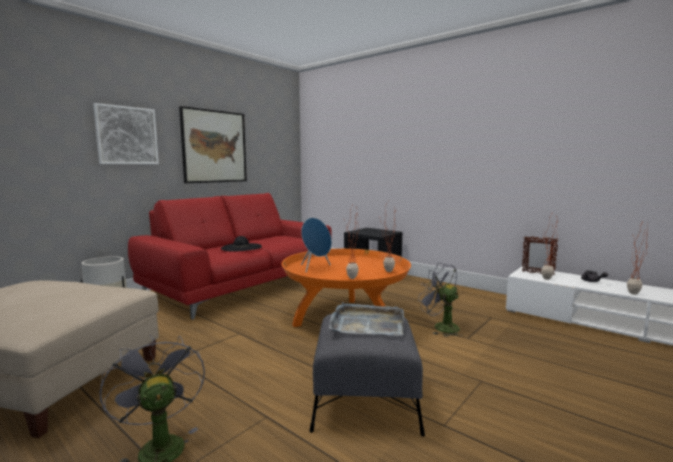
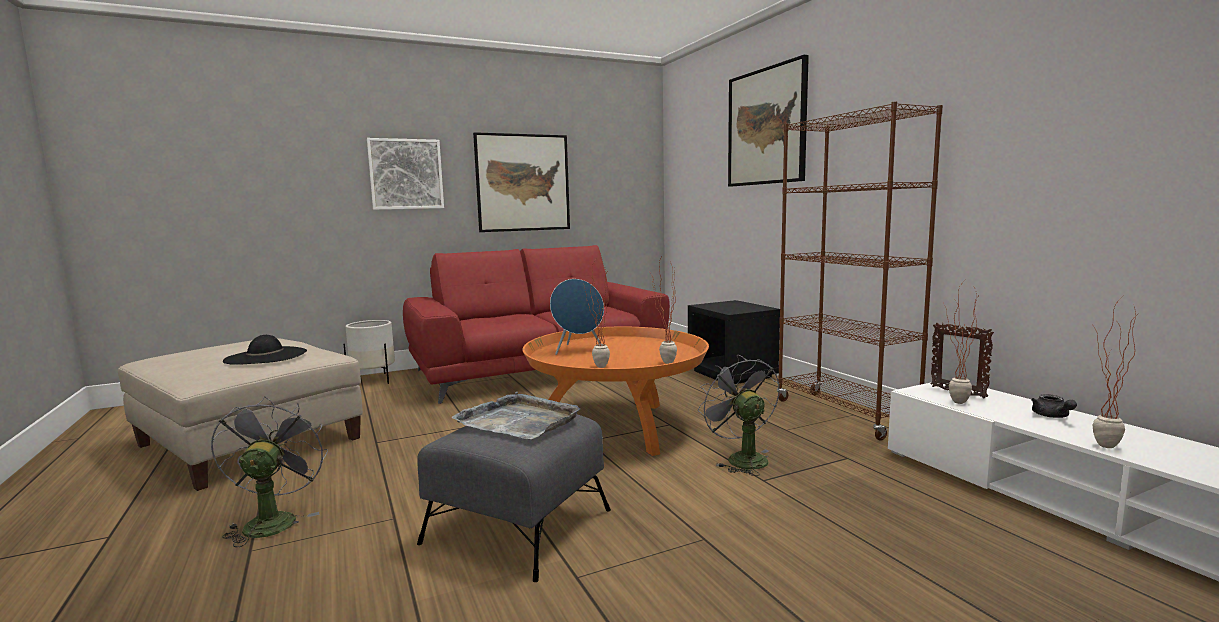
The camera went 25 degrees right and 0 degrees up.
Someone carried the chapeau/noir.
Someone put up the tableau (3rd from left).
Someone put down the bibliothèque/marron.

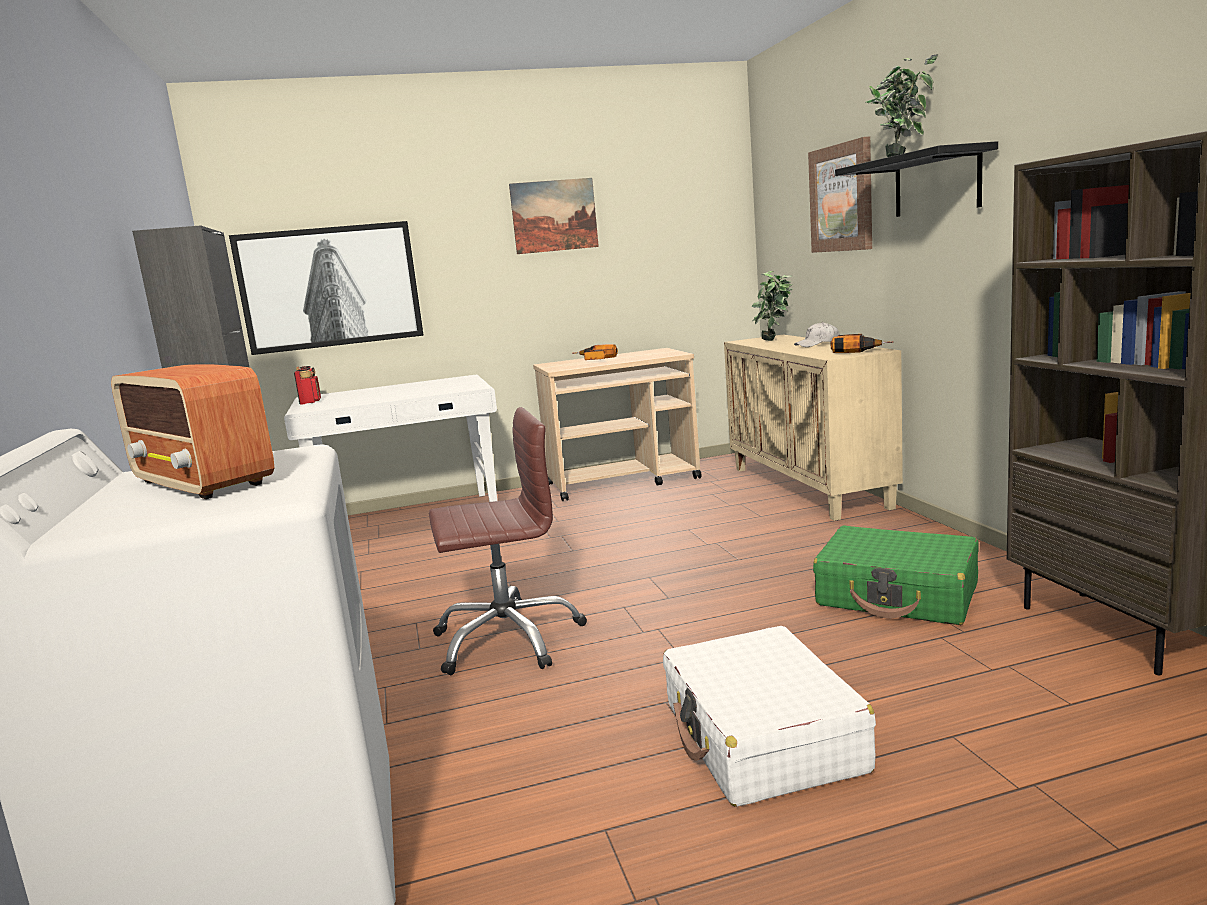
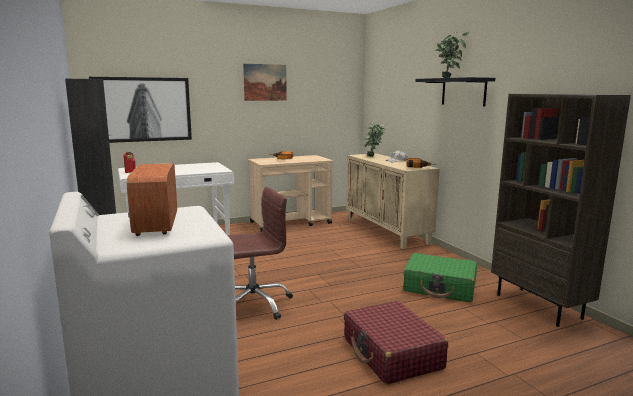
The camera went 10 degrees left and 0 degrees up.
Someone rotated the radio (1st from left in the first image) by 45 degrees clockwise.
Someone repainted the valise/blanc, which became the valise/rouge.
Someone took away the tableau (3rd from left).

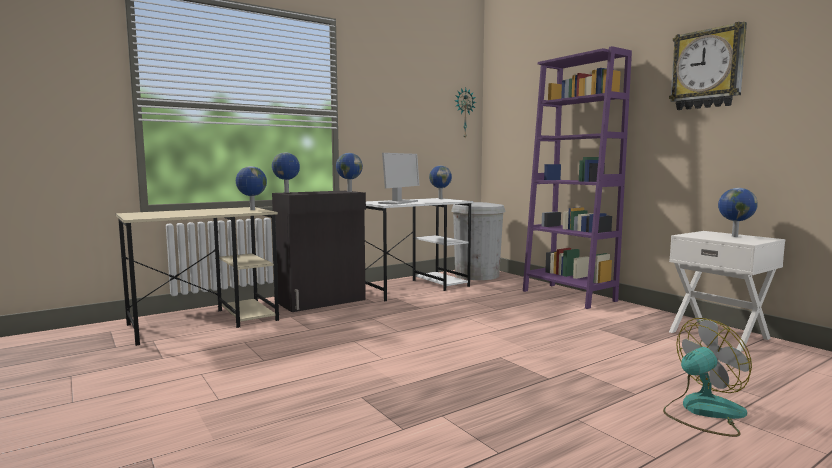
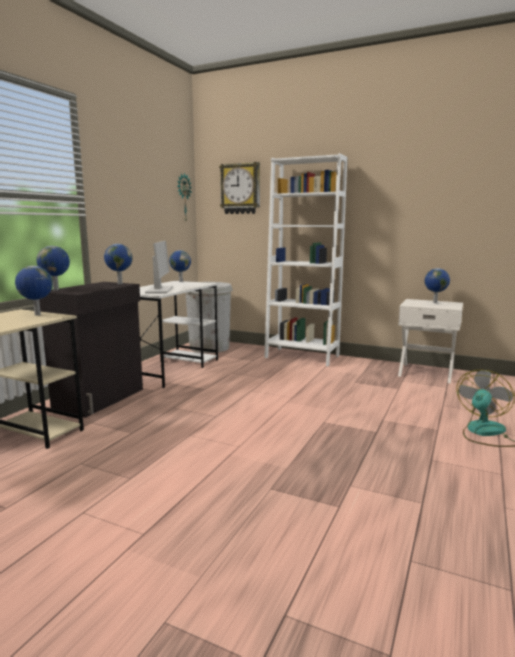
The camera went 30 degrees left and 5 degrees up.
Someone repainted the bibliothèque/violet, which became the bibliothèque/blanc.
Someone carried the horloge murale (2nd from left).

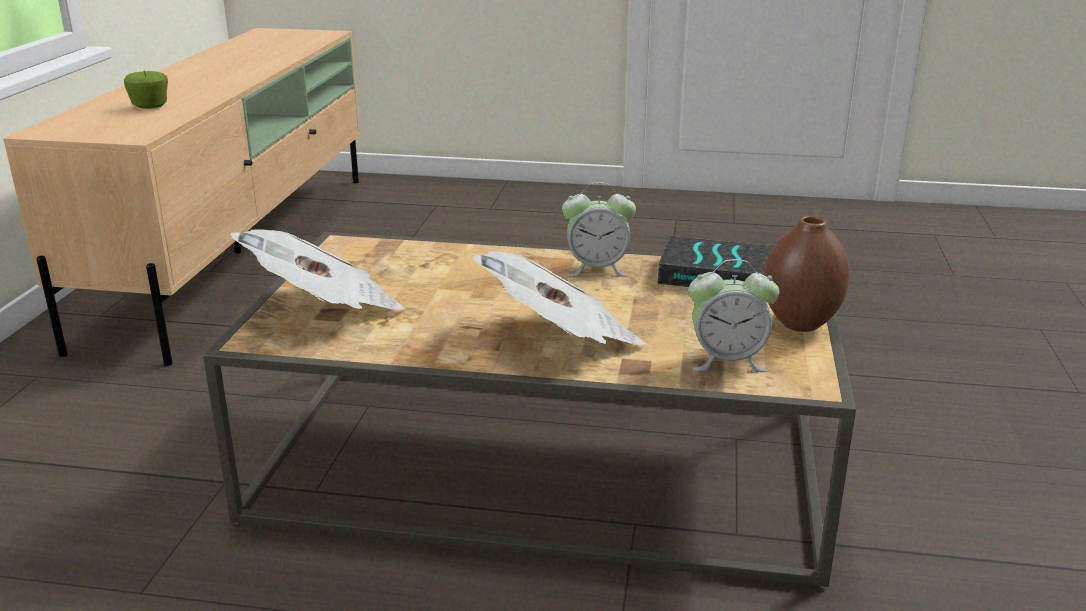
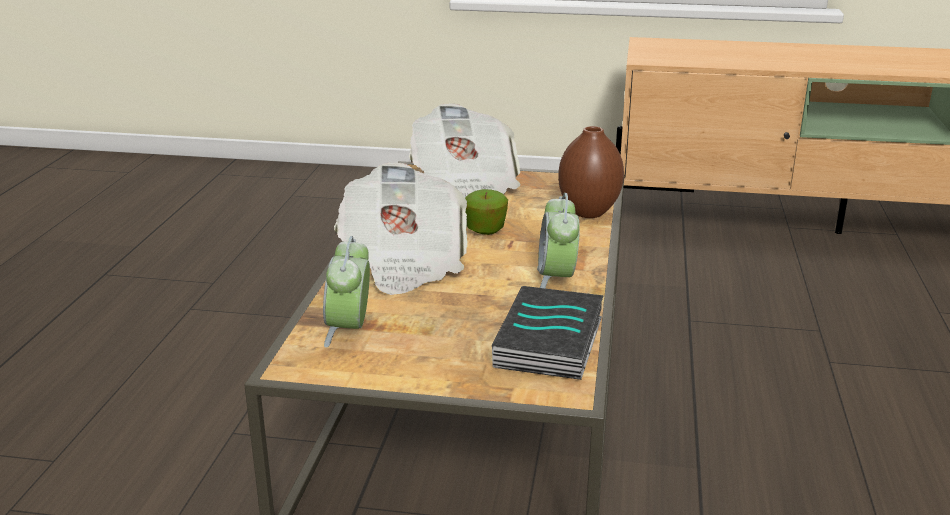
The camera went 90 degrees right and 0 degrees up.
Someone carried the pomme.
Someone carried the vase/marron.

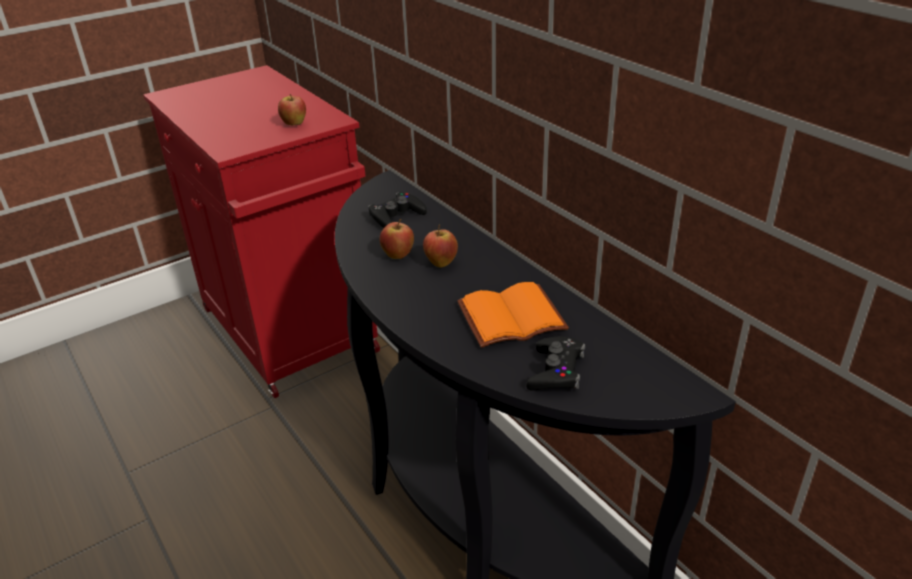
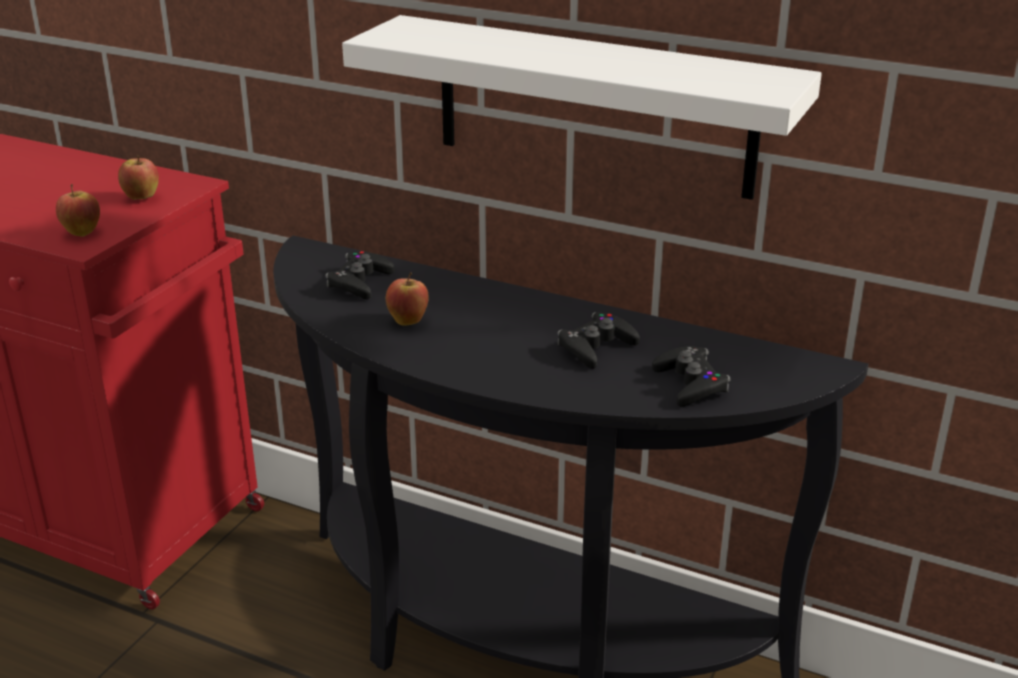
The camera went 30 degrees left and 5 degrees down.
Someone carried the pomme (3rd from left in the first image).
Someone swapped the livre/orange for the manette/noir (2nd from left).
Someone put up the étagère/blanc.

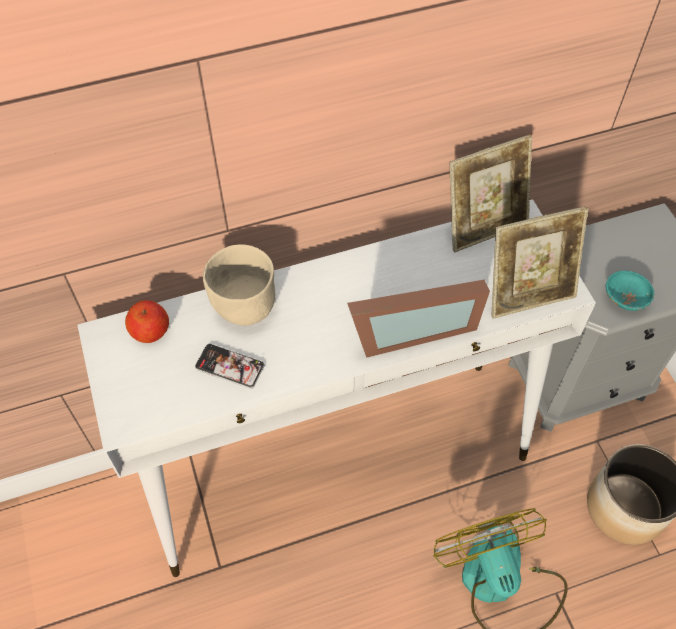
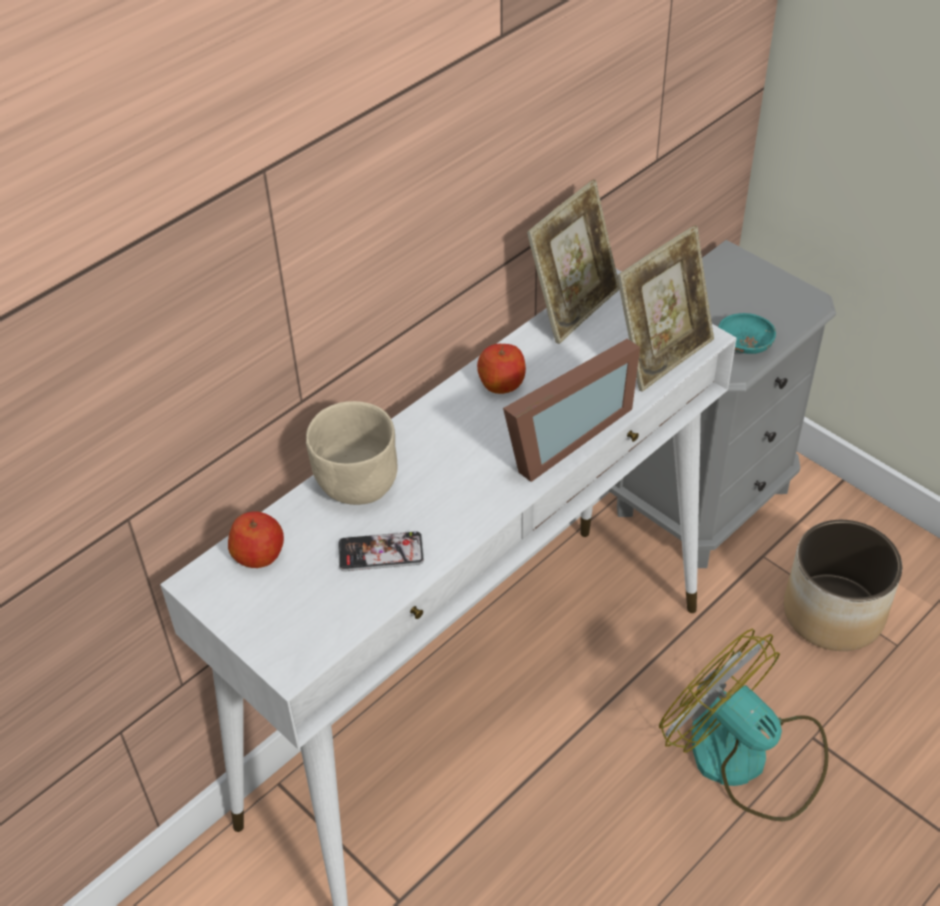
The camera went 25 degrees left and 10 degrees down.
Someone put down the pomme (2nd from left).

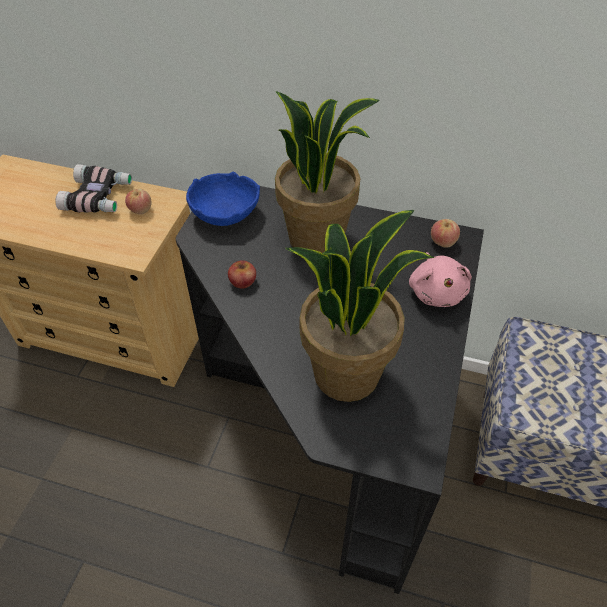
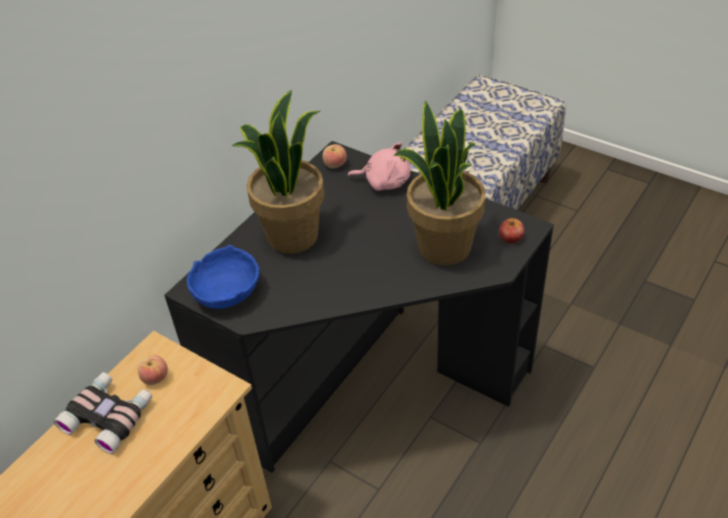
The camera went 70 degrees left and 5 degrees down.
Someone carried the pomme (2nd from left in the first image).

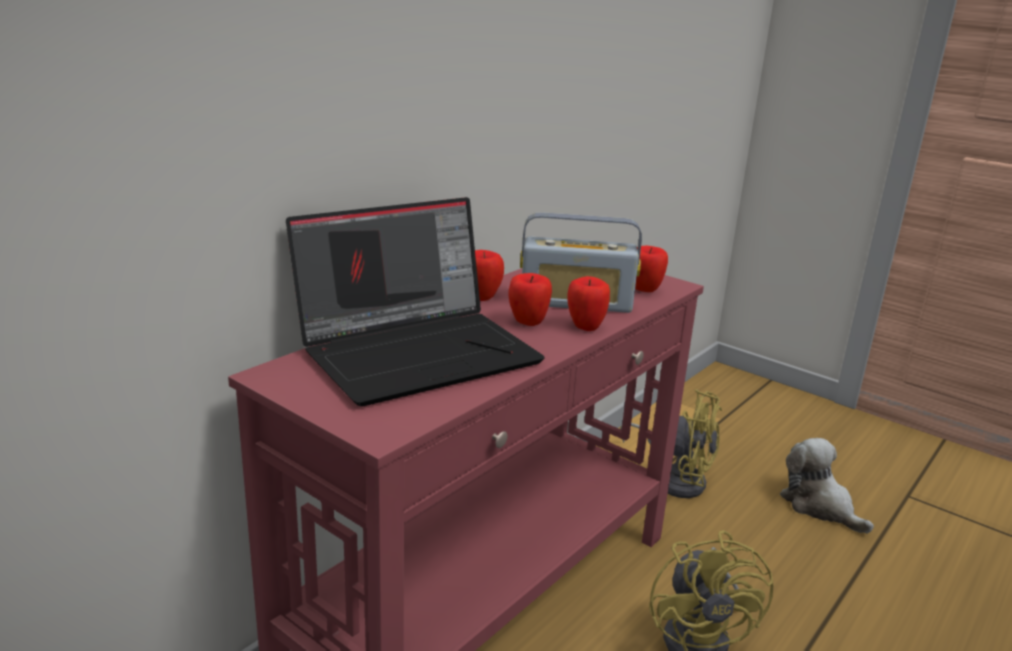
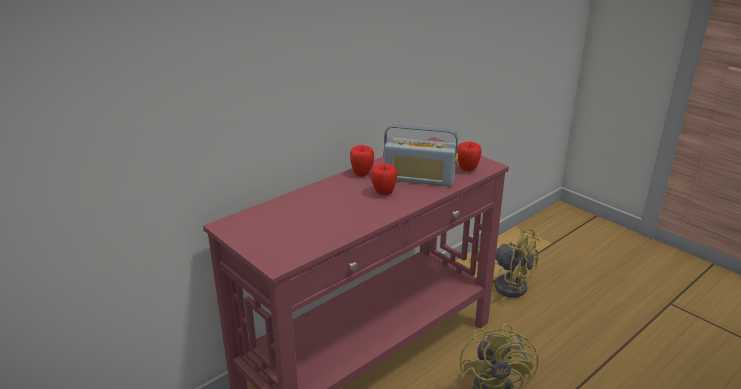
The camera went 10 degrees right and 5 degrees up.
Someone took away the ordinateur portable.
Someone took away the pomme (3rd from left).
Someone took away the peluche.

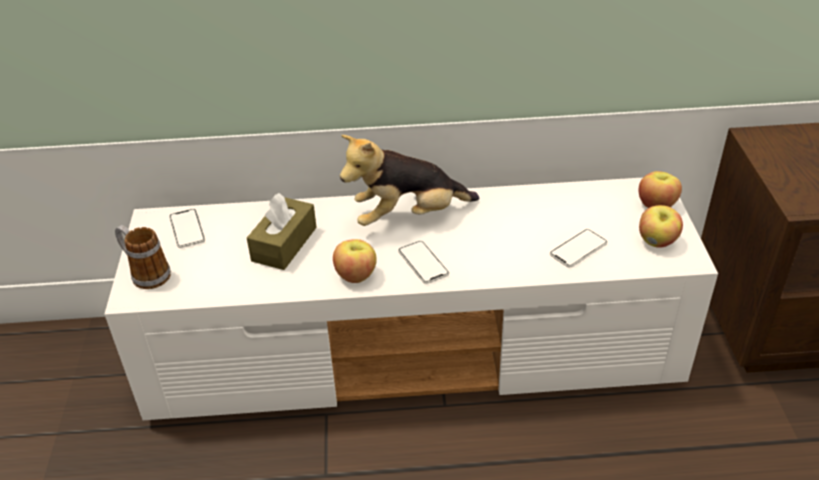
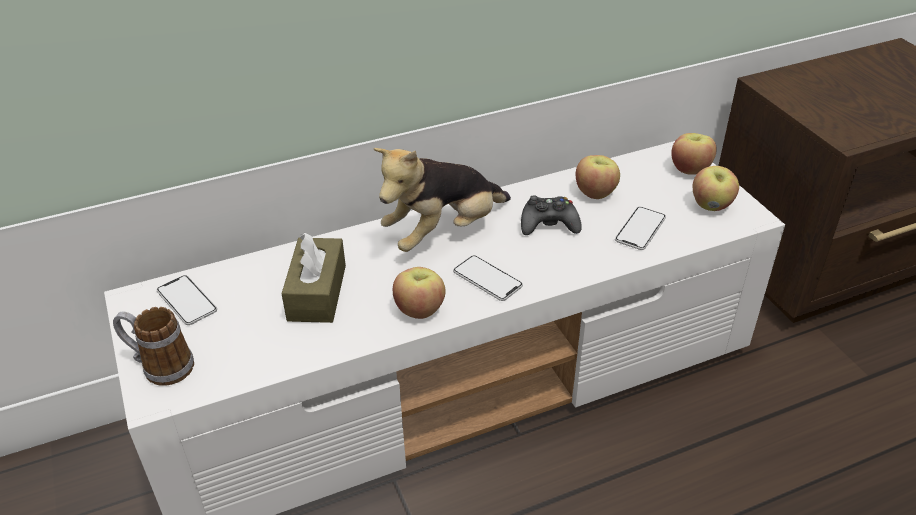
The camera went 20 degrees left and 0 degrees up.
Someone put down the manette/noir.
Someone put down the pomme (2nd from left).

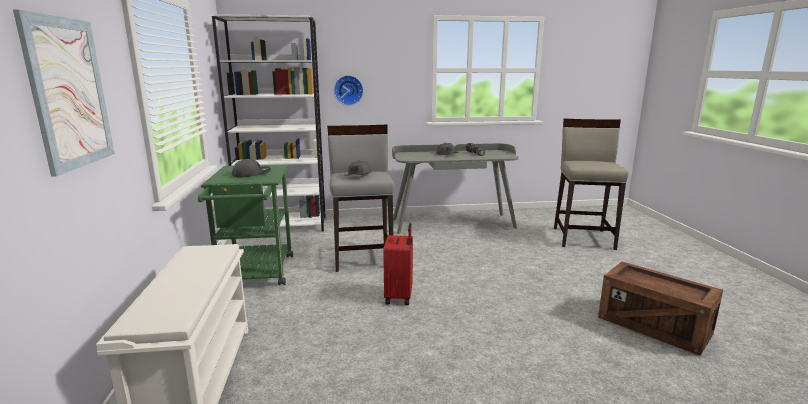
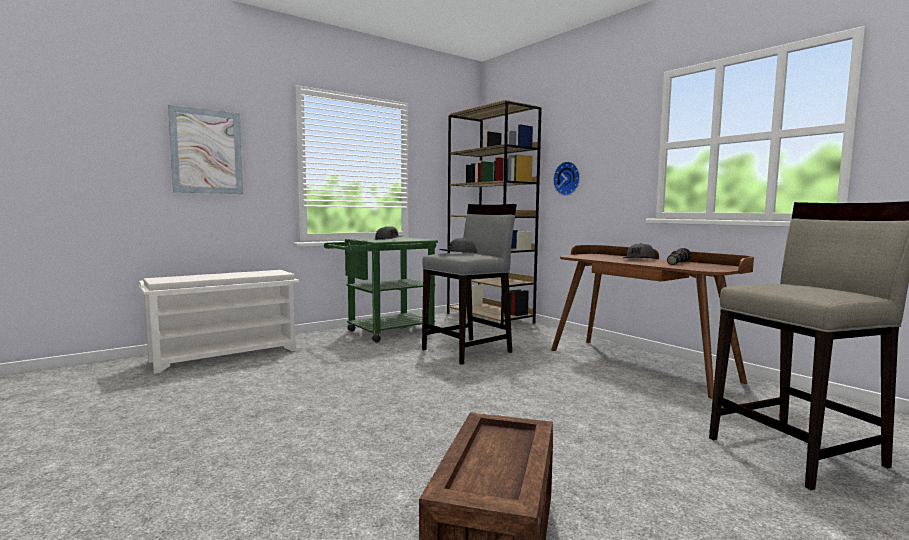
The camera went 60 degrees right and 10 degrees down.
Someone repainted the bibliothèque/blanc, which became the bibliothèque/marron.
Someone took away the valise/rouge.
Someone repainted the bureau/gris, which became the bureau/marron.

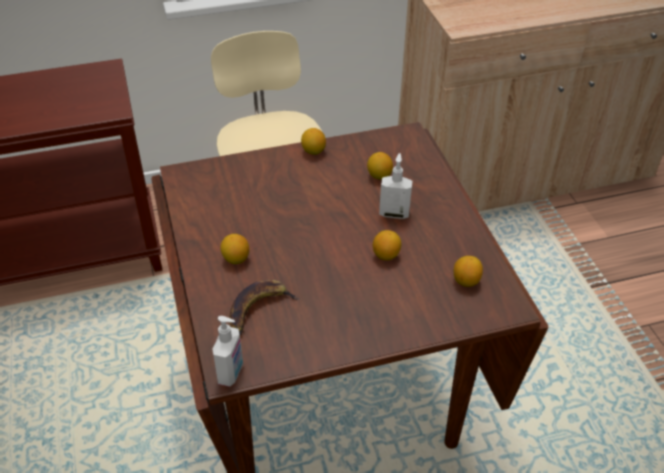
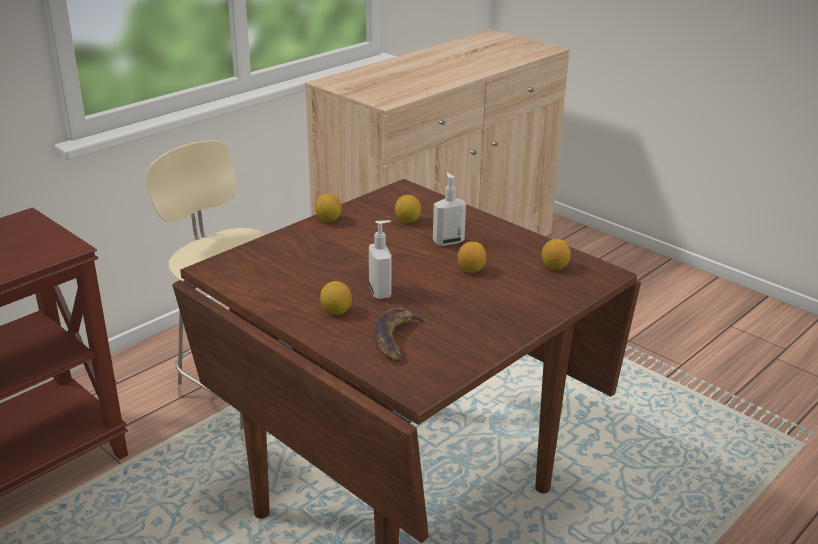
The camera went 30 degrees left and 15 degrees down.
Someone carried the distributeur de savon (1st from left).

